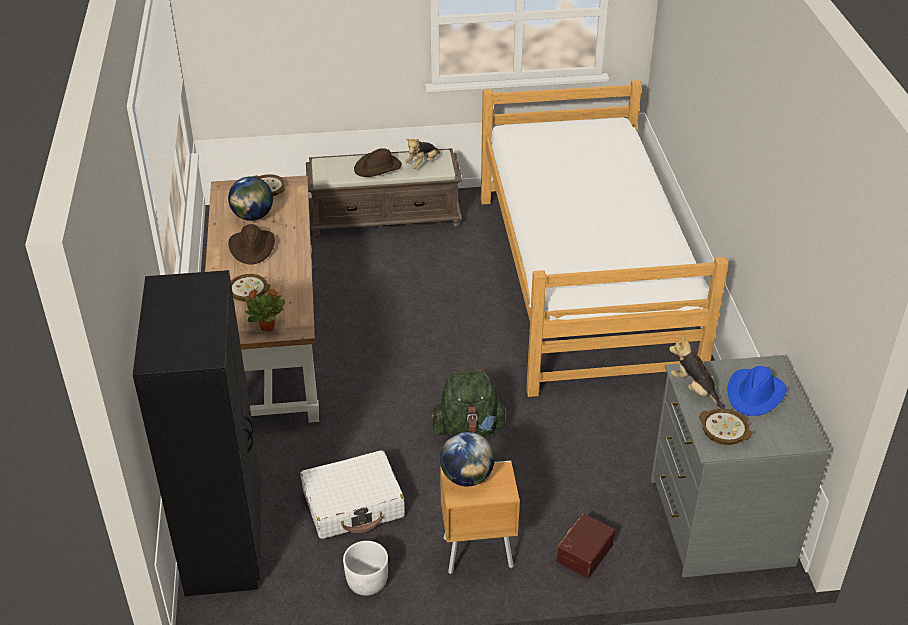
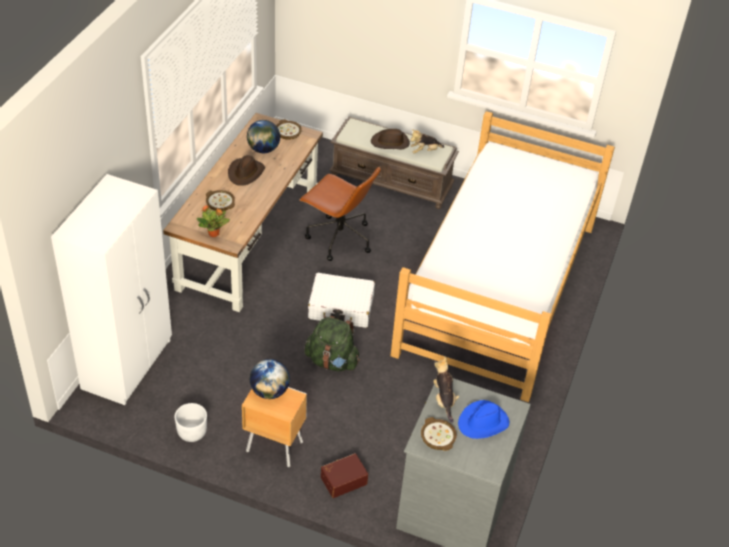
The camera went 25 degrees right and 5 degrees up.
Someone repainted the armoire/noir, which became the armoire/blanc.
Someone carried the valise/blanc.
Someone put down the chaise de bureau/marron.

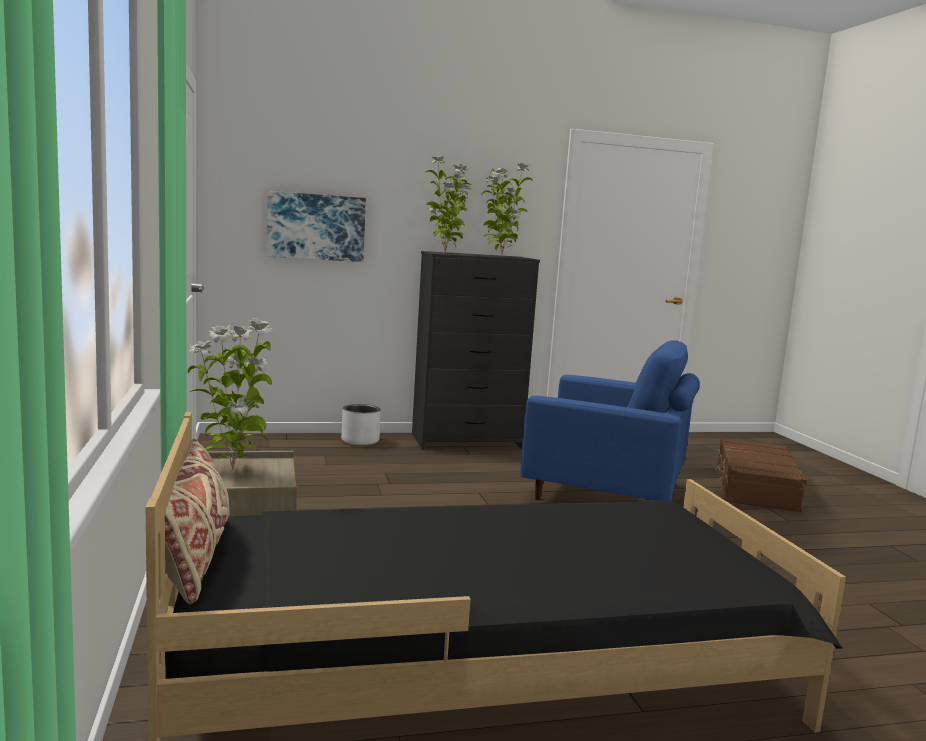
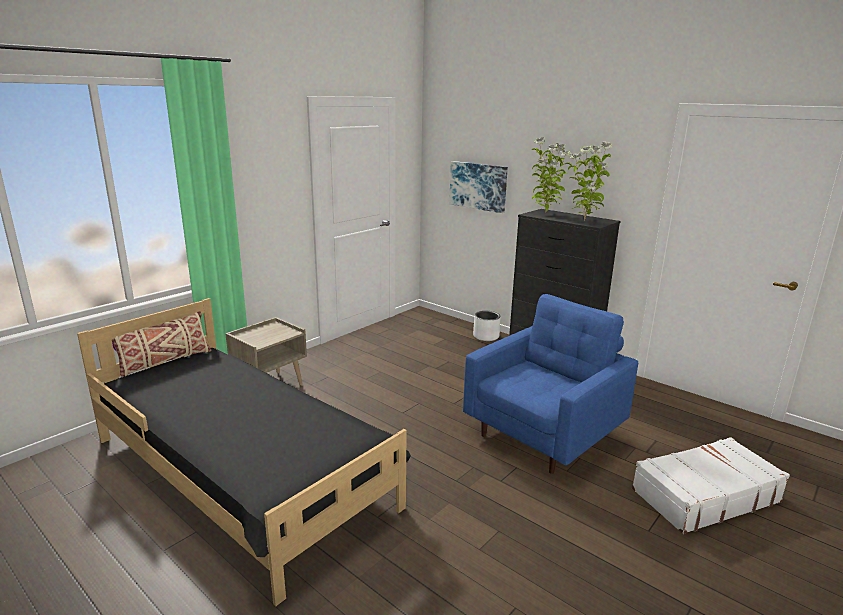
The camera went 55 degrees right and 10 degrees up.
Someone took away the plante en pot (1st from left).
Someone rotated the fauteuil/bleu by 120 degrees counterclockwise.
Someone repainted the valise/marron, which became the valise/blanc.

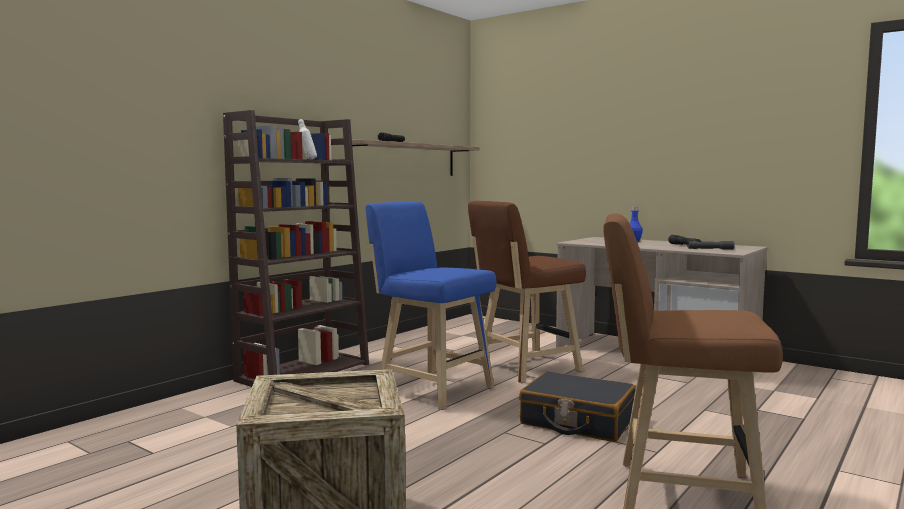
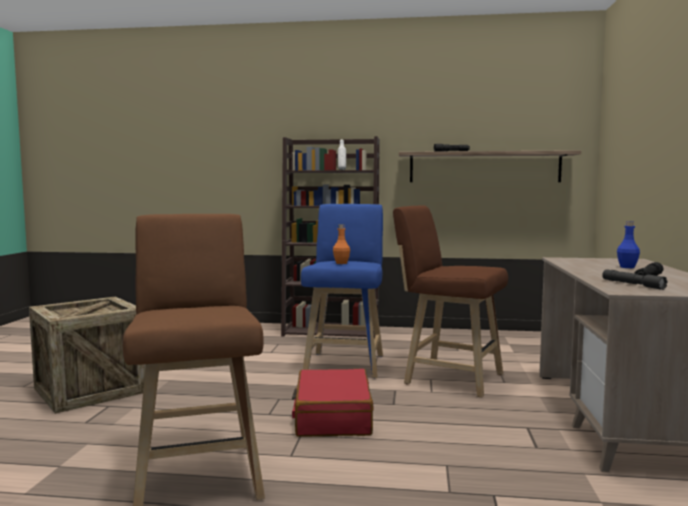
The camera went 60 degrees right and 0 degrees up.
Someone repainted the valise/noir, which became the valise/rouge.
Someone put down the bouteille/orange.

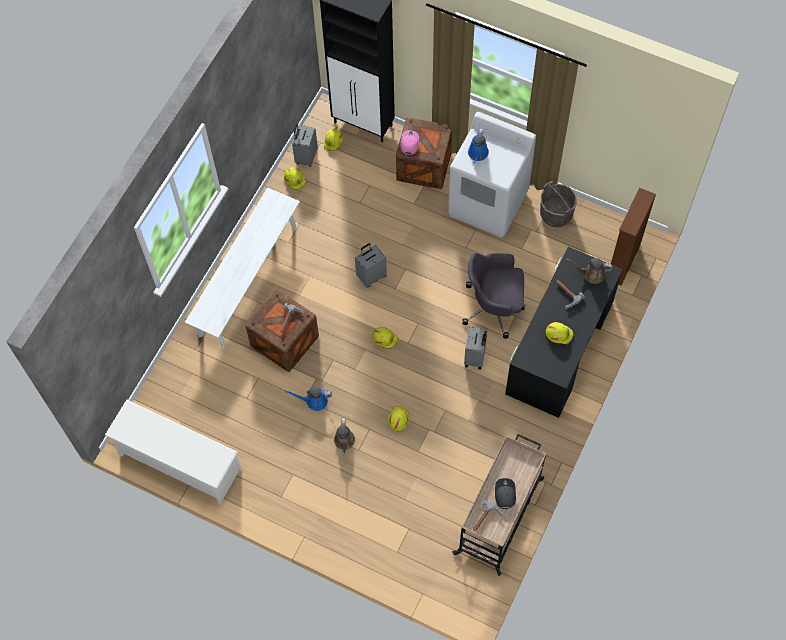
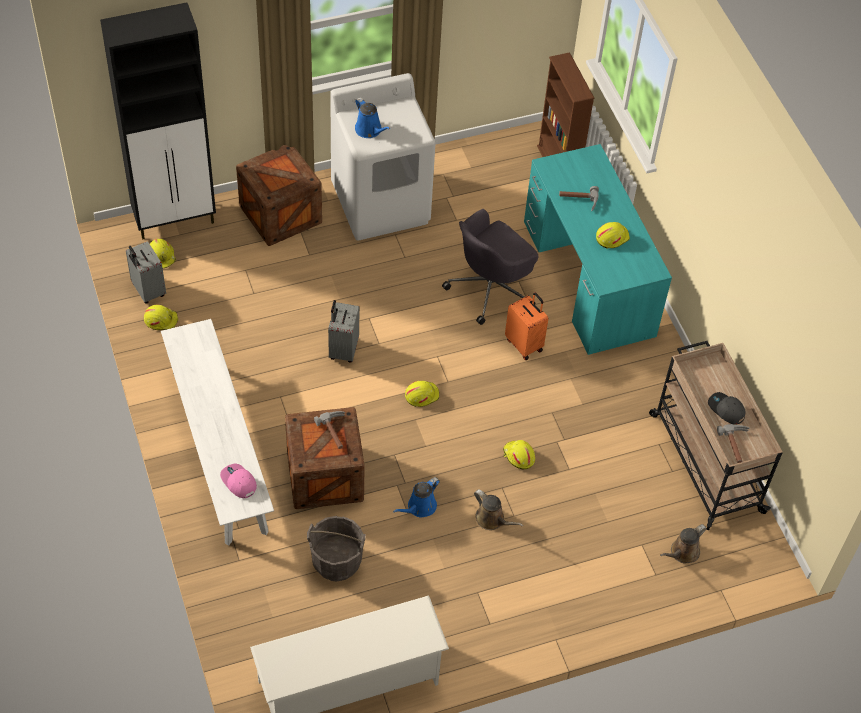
The camera went 50 degrees left and 10 degrees down.
Someone carried the casquette/rose.
Someone repainted the valise/gris (3rd from left), which became the valise/orange.
Someone repainted the bureau/noir, which became the bureau/turquoise.
Someone carried the seau/gris.
Someone carried the arrosoir/marron (2nd from left).

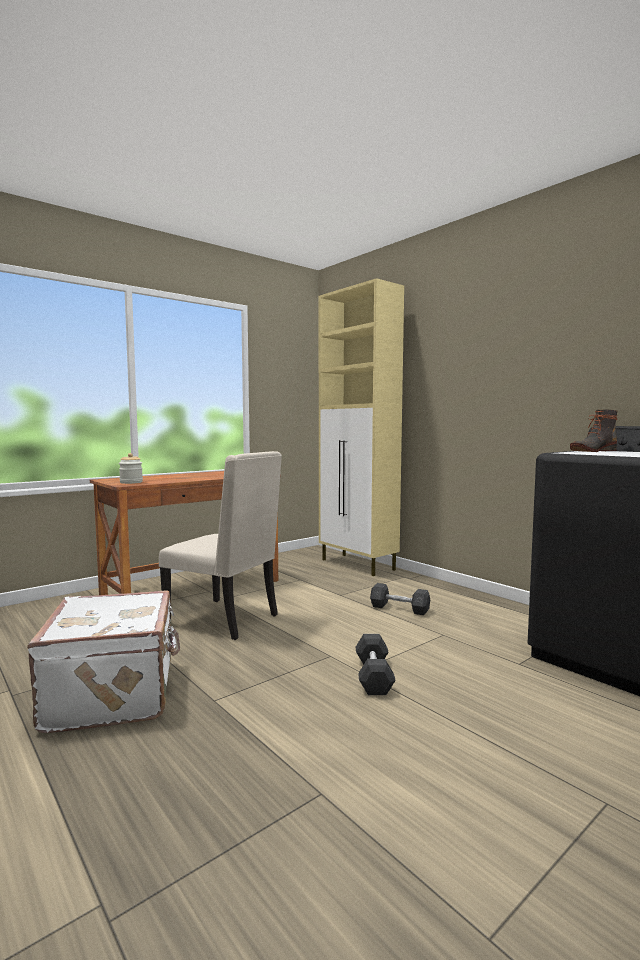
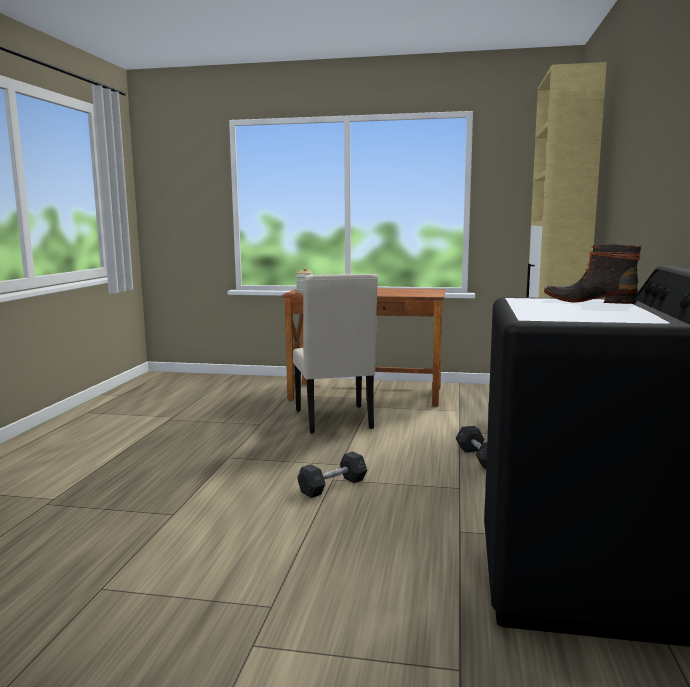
The camera went 50 degrees right and 5 degrees up.
Someone took away the valise/blanc.

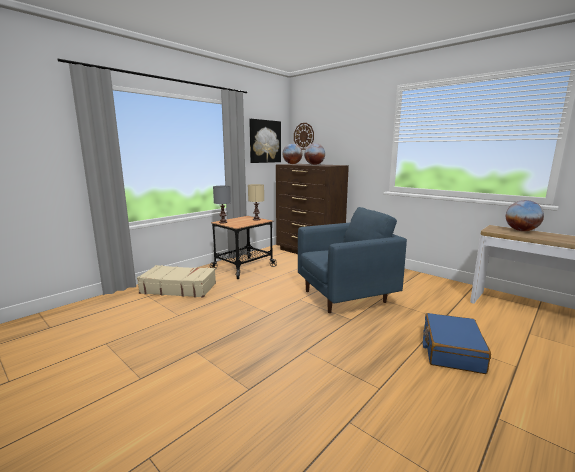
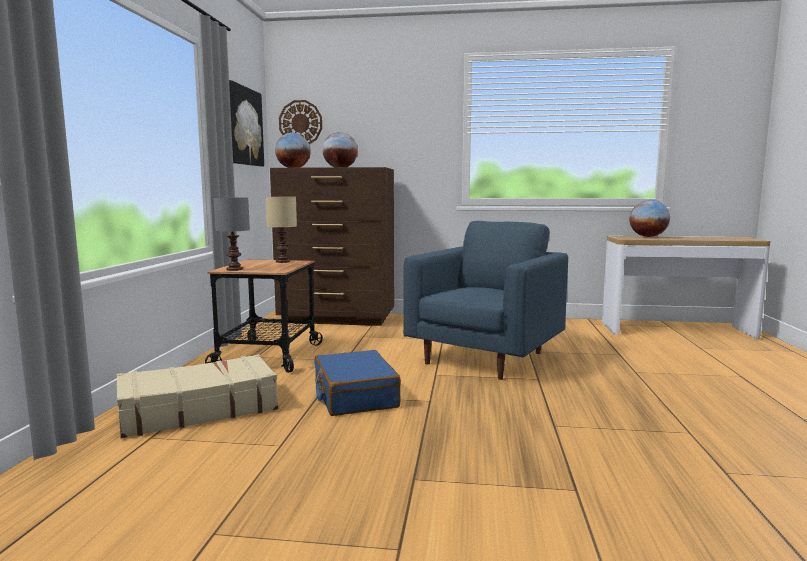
The camera went 35 degrees left and 5 degrees down.
Someone carried the valise/bleu.

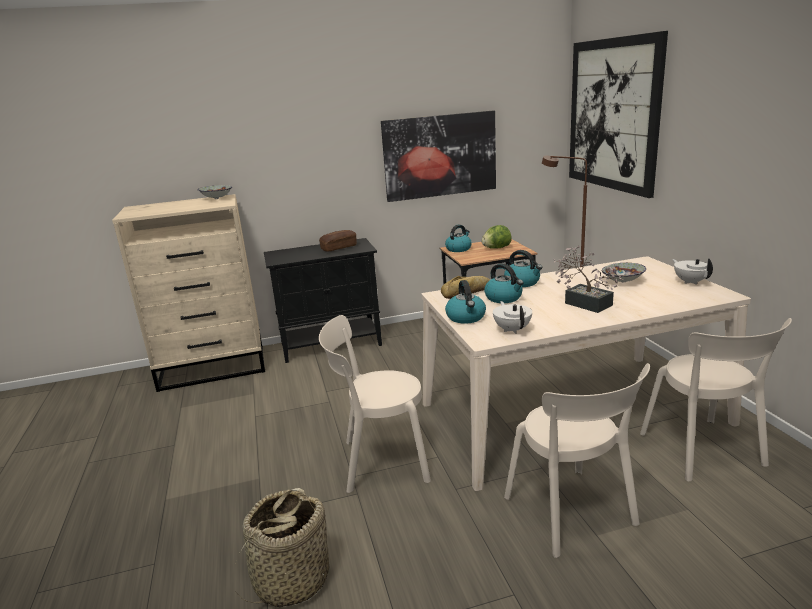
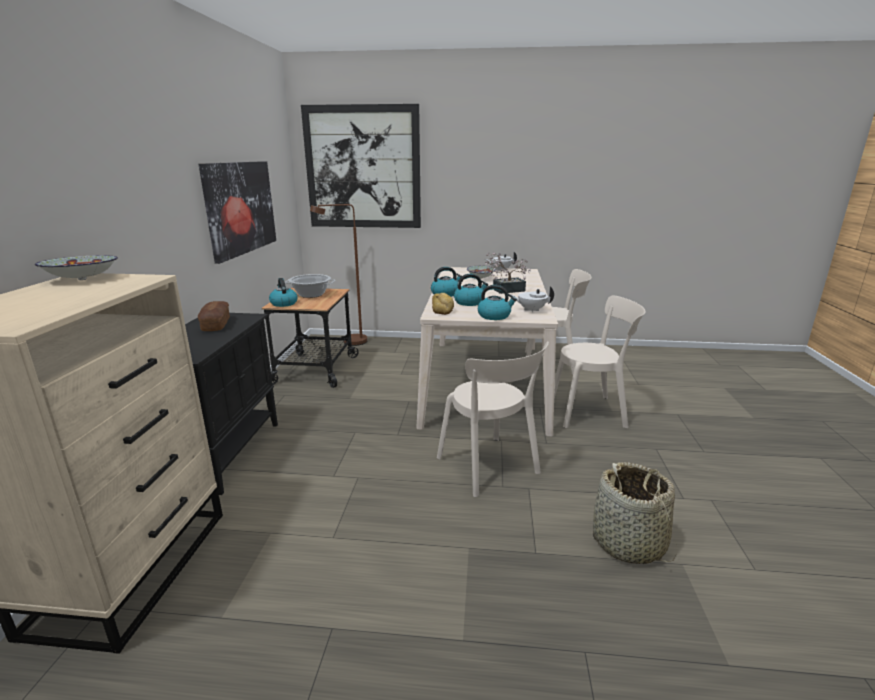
The camera went 70 degrees left and 0 degrees up.
Someone rotated the chaise/beige (1st from left) by 45 degrees counterclockwise.
Someone swapped the laitue for the marmite.

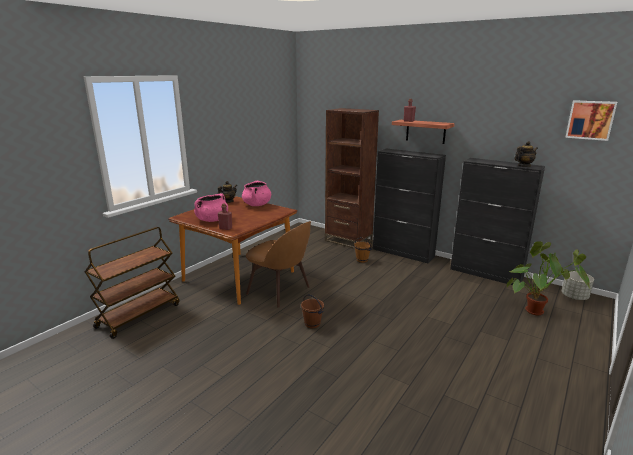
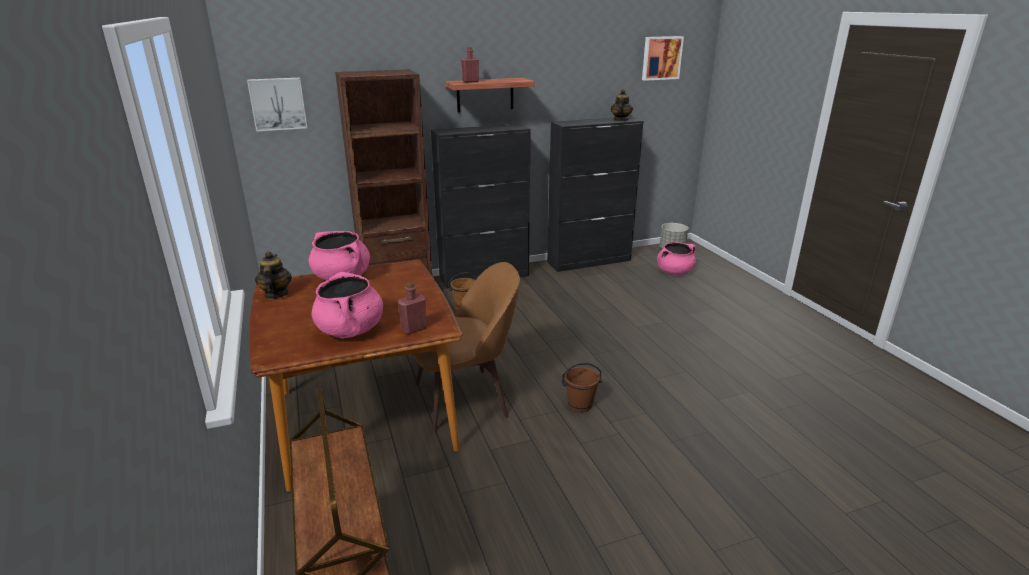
The camera went 55 degrees left and 5 degrees up.
Someone swapped the plante en pot for the marmite/rose (3rd from left).
Someone put up the tableau (1st from left).

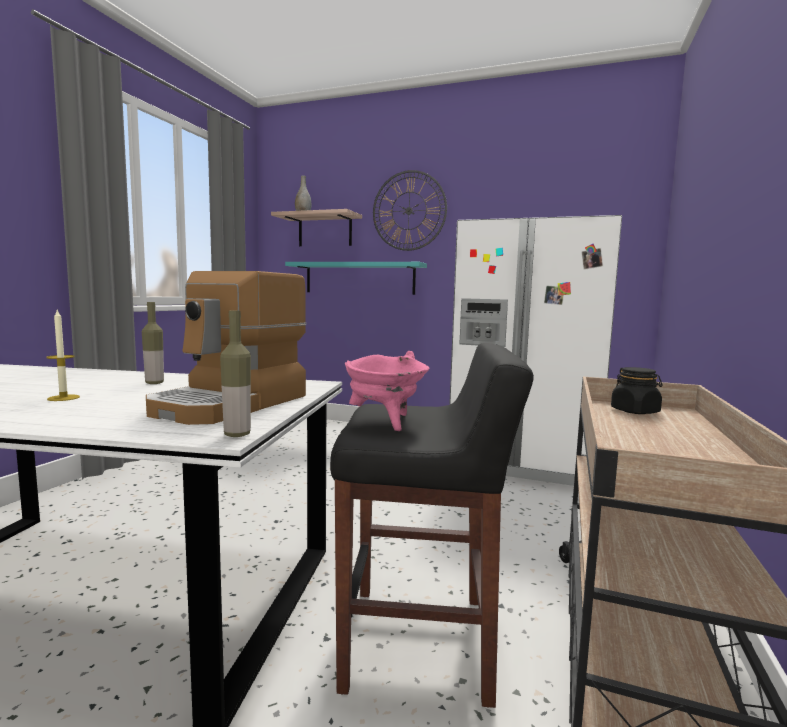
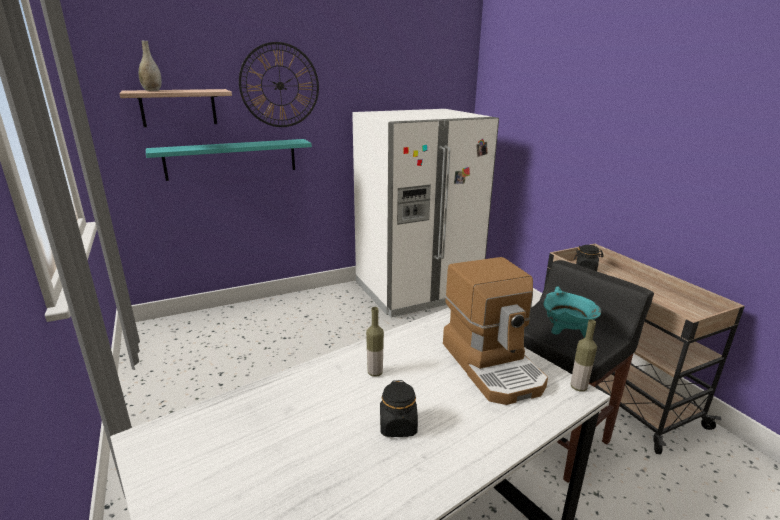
The camera went 45 degrees left and 15 degrees up.
Someone swapped the bougie for the bocal/noir (1st from left).
Someone repainted the marmite/rose, which became the marmite/turquoise.

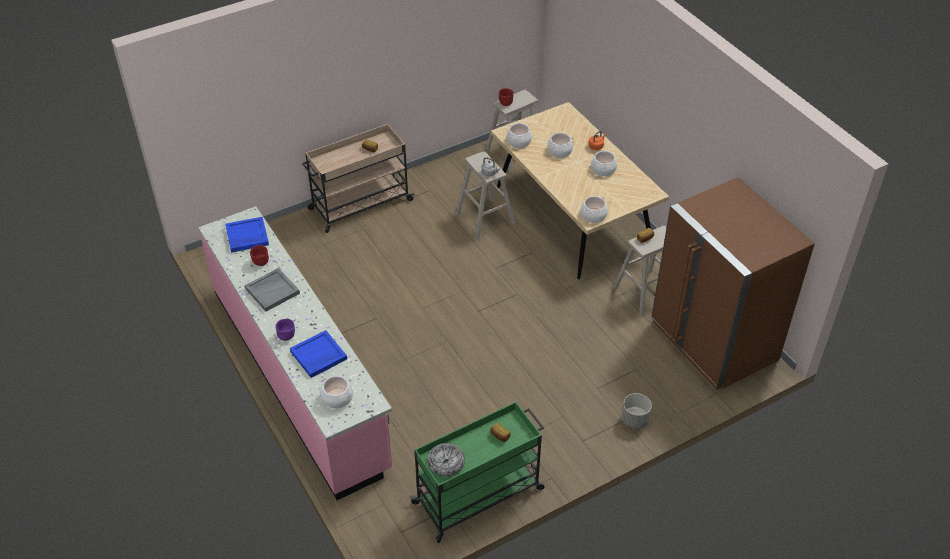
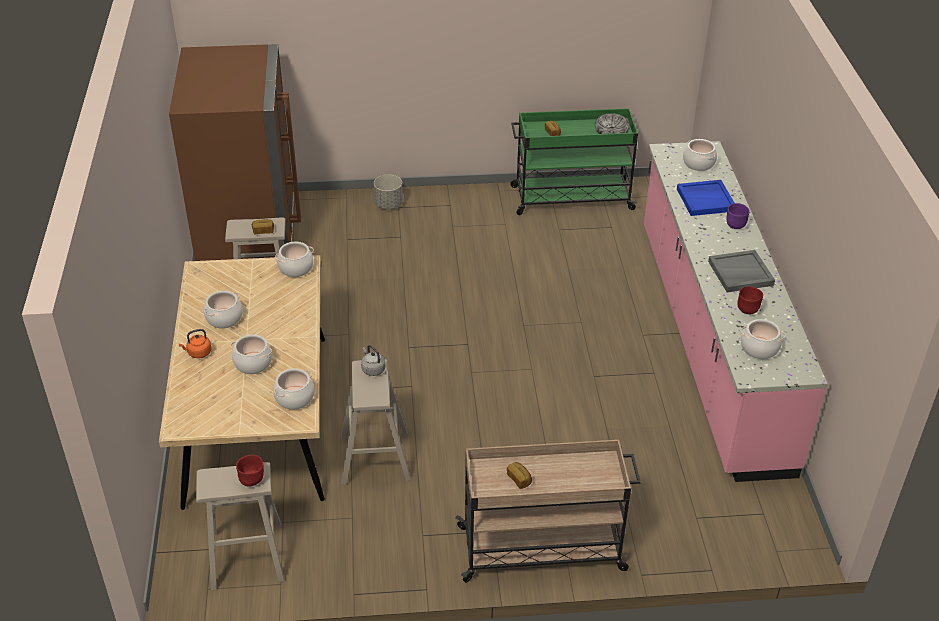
The camera went 155 degrees left and 5 degrees down.
Someone swapped the plateau/bleu (1st from left) for the marmite (6th from left).

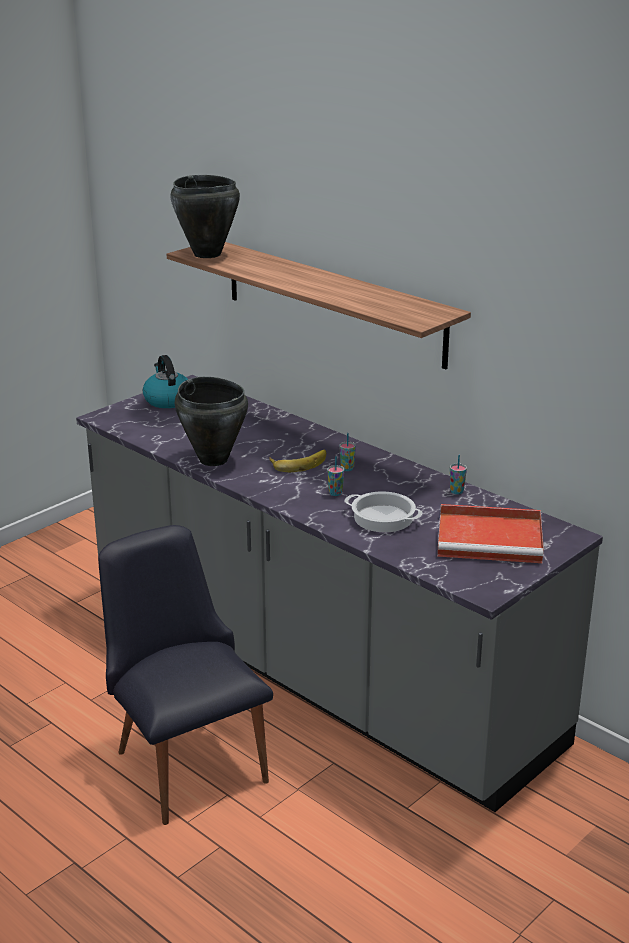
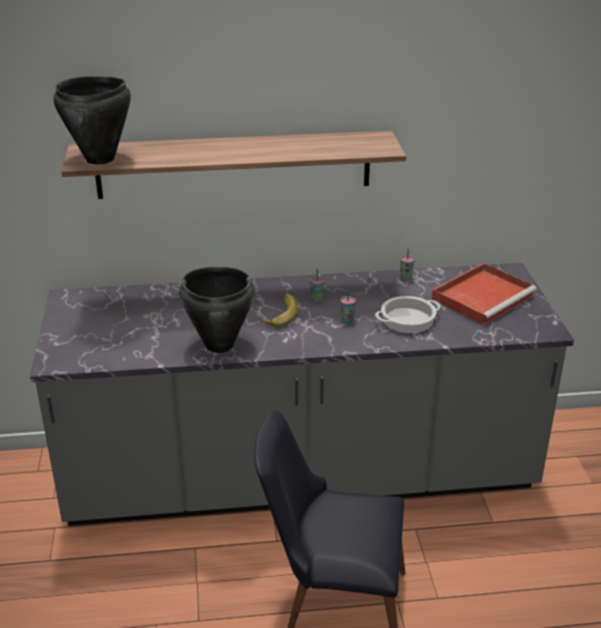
The camera went 50 degrees left and 5 degrees up.
Someone took away the bouilloire.

